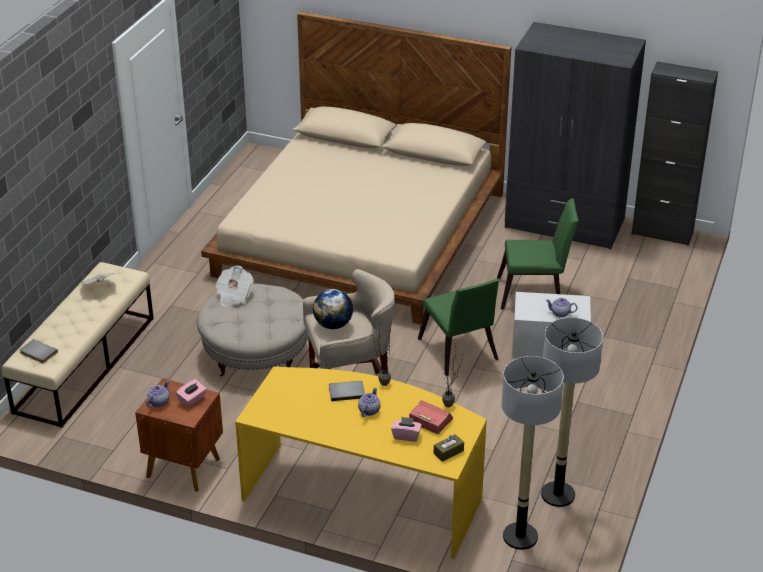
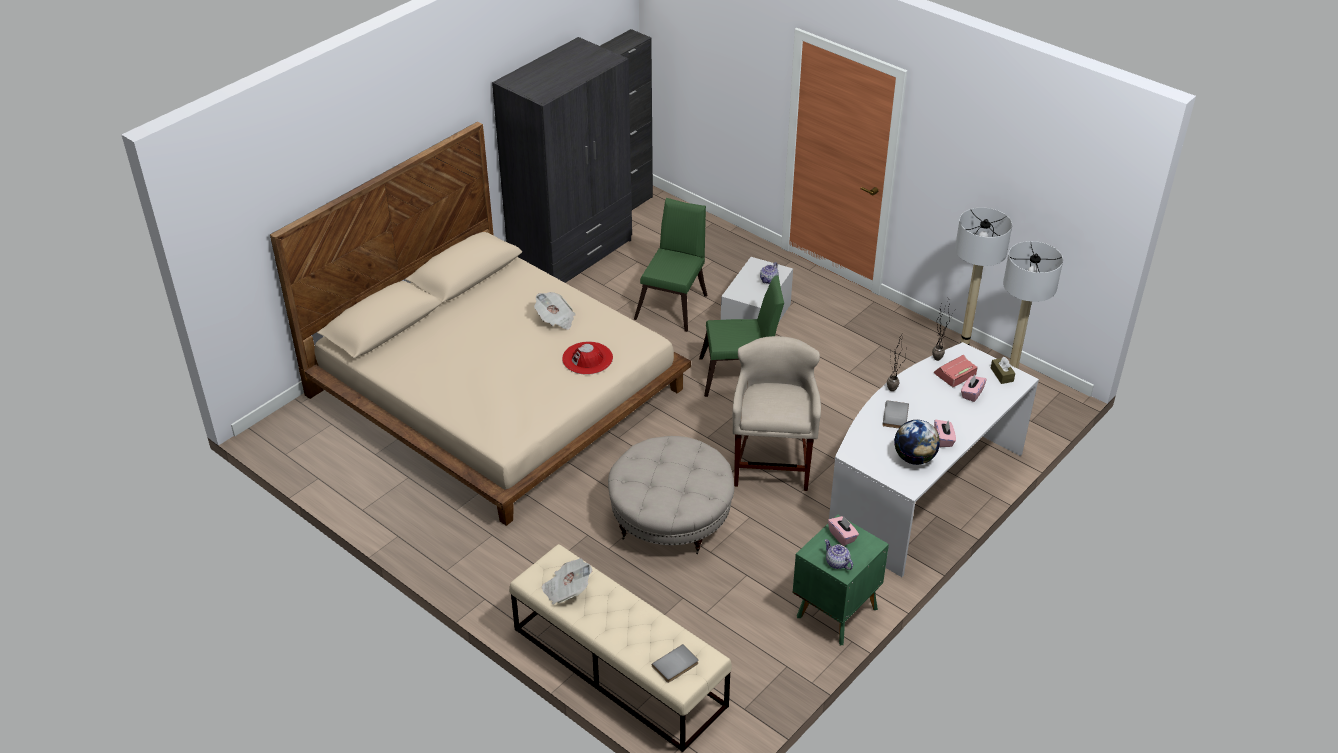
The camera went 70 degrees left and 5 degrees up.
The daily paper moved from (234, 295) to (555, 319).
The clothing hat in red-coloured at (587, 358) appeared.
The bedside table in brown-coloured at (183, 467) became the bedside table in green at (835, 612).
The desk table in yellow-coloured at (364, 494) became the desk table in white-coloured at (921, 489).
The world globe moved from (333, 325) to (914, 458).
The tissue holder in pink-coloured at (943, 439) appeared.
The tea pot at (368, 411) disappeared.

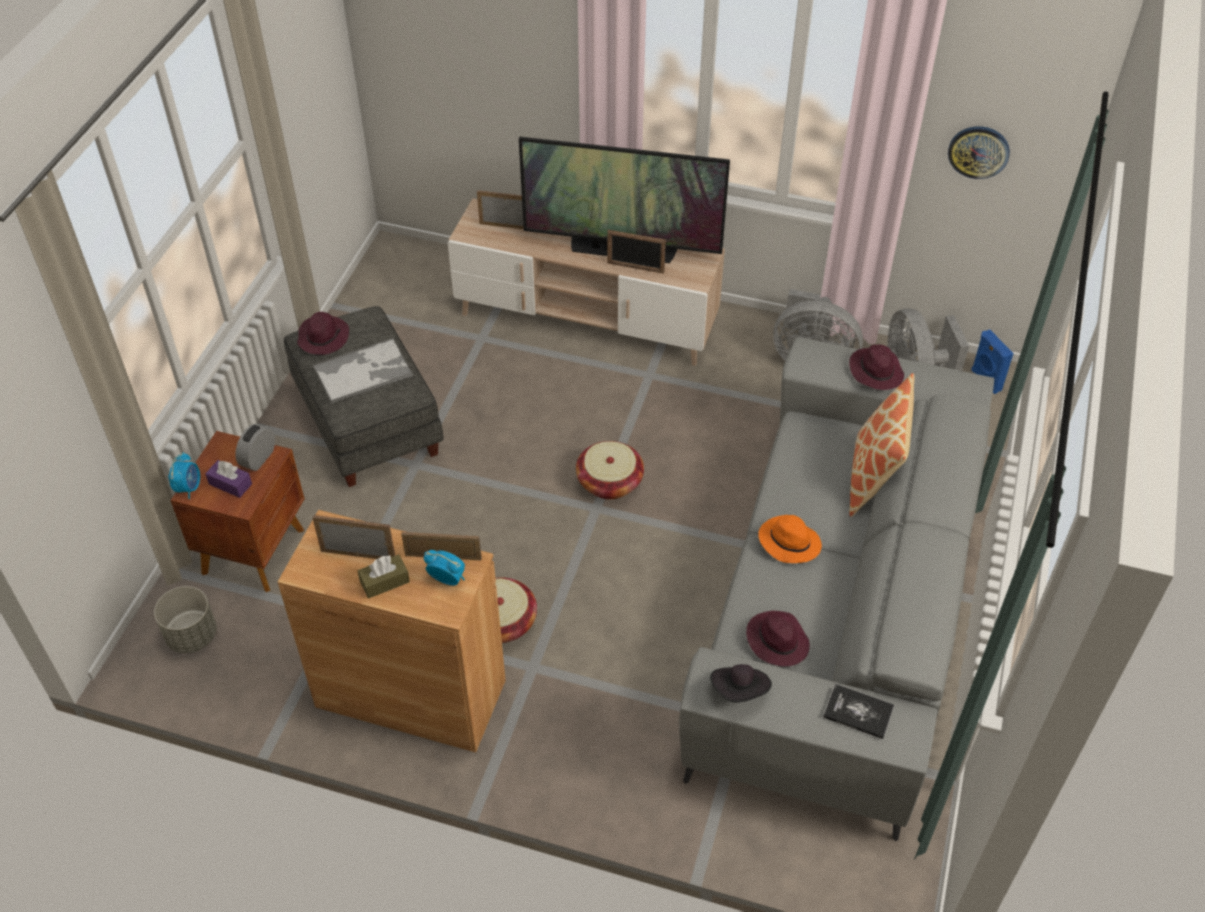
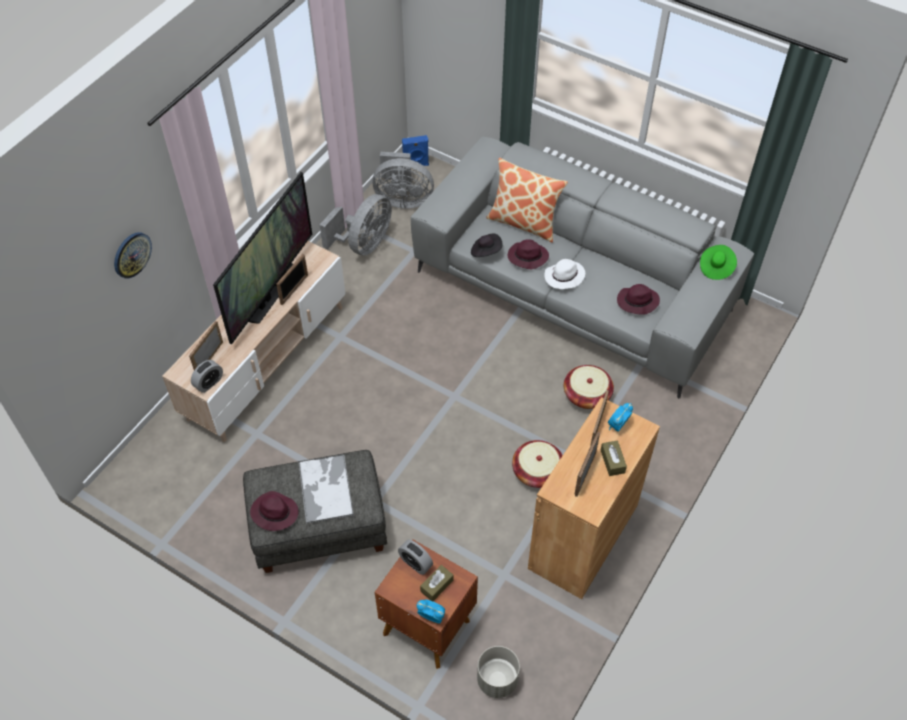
The camera went 75 degrees left and 5 degrees up.
The hanging clock moved from (978, 151) to (131, 254).
The bedside clock at (209, 383) appeared.
The tissue holder in purplish at (230, 484) became the tissue holder in brown-coloured at (437, 586).
The clothing hat in black moved from (740, 690) to (486, 251).
The clothing hat in purplish moved from (875, 371) to (527, 257).
The clothing hat in orange at (788, 542) became the clothing hat in white-coloured at (564, 277).
The storage basket moved from (609, 482) to (586, 395).
The book at (858, 712) was replaced by the clothing hat in green at (716, 268).

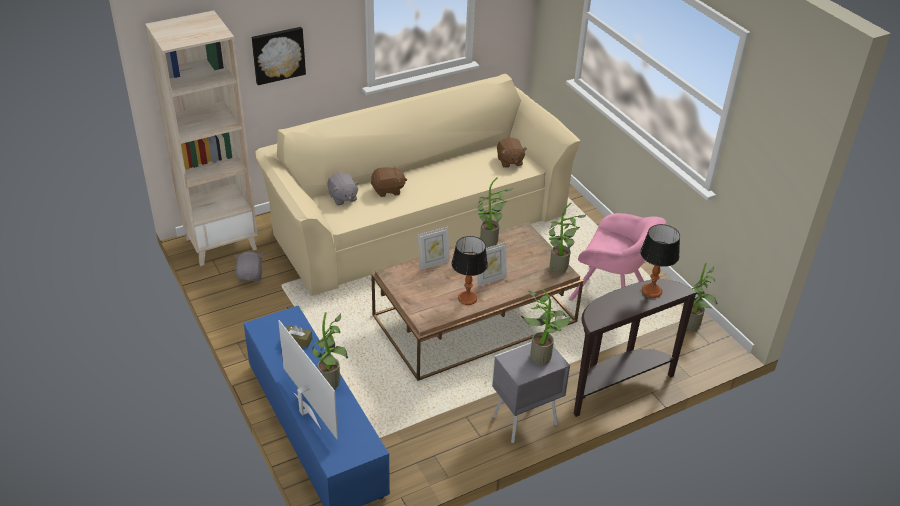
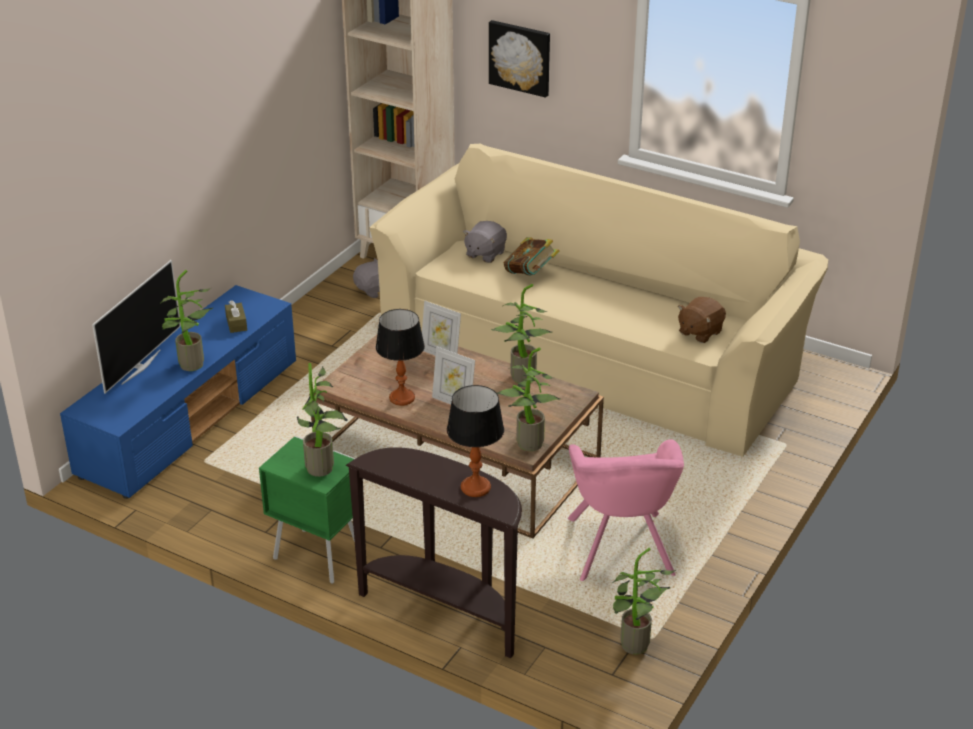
The camera went 60 degrees right and 5 degrees down.
The bedside table in greyish at (523, 420) became the bedside table in green at (317, 555).
The cuddly toy in brown-coloured at (388, 190) was replaced by the book at (531, 274).

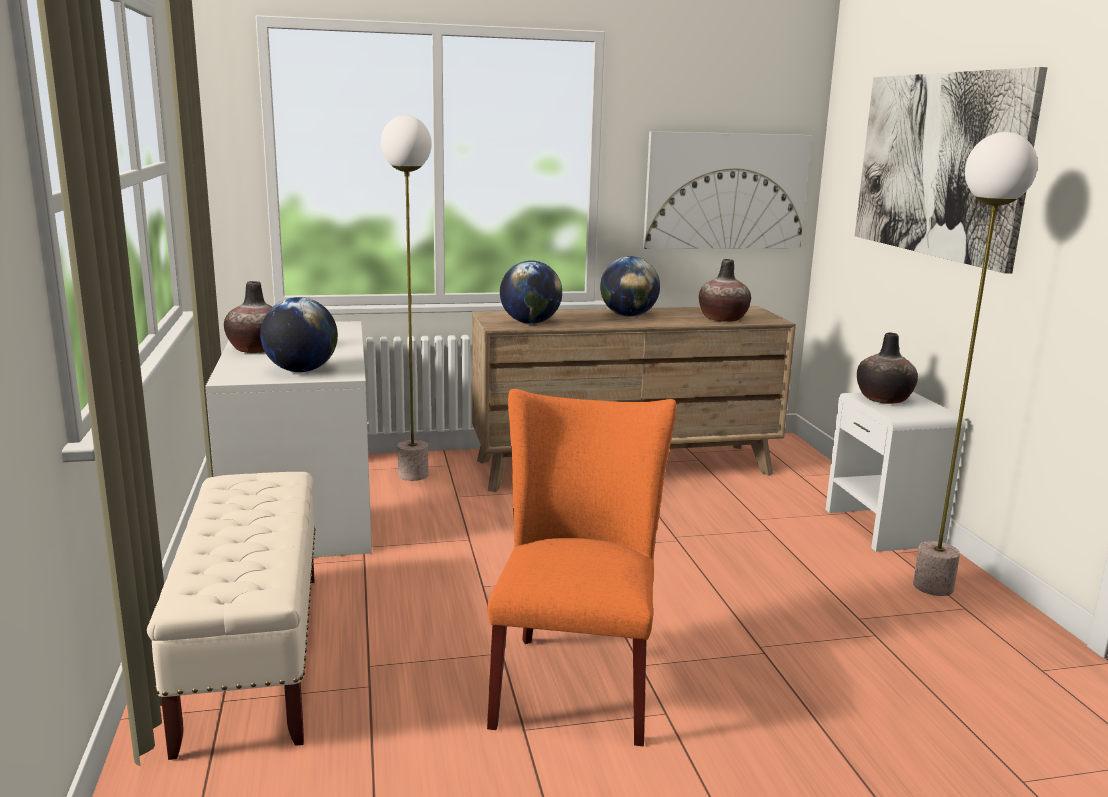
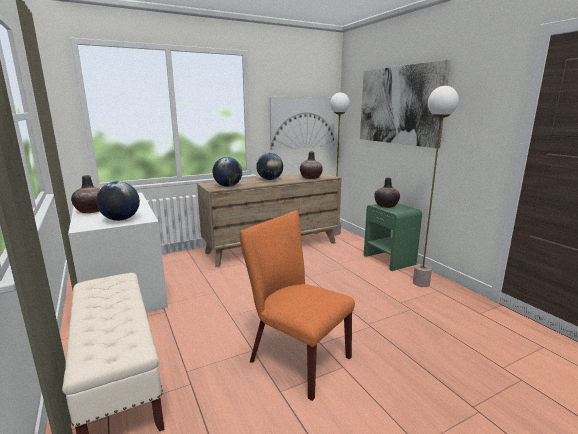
The camera went 15 degrees left and 0 degrees up.
The upright chair in orange at (575, 679) turned 45 degrees counterclockwise.
The standing lamp moved from (413, 475) to (334, 233).
The bedside table in white-coloured at (883, 527) became the bedside table in green at (389, 260).

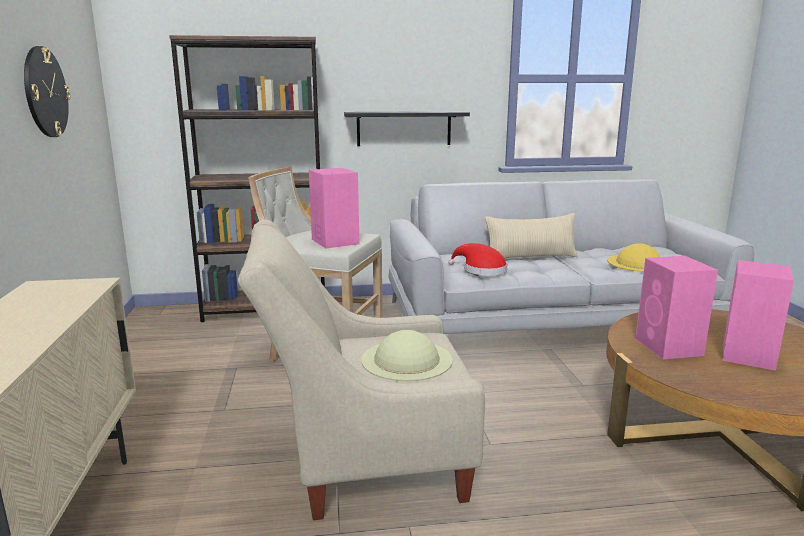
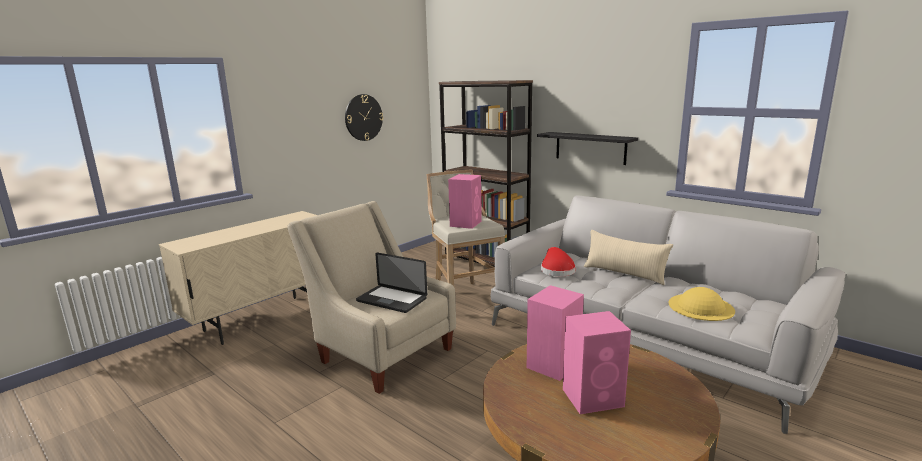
The camera went 50 degrees right and 0 degrees up.
The clothing hat in beige at (406, 360) was replaced by the laptop at (391, 300).

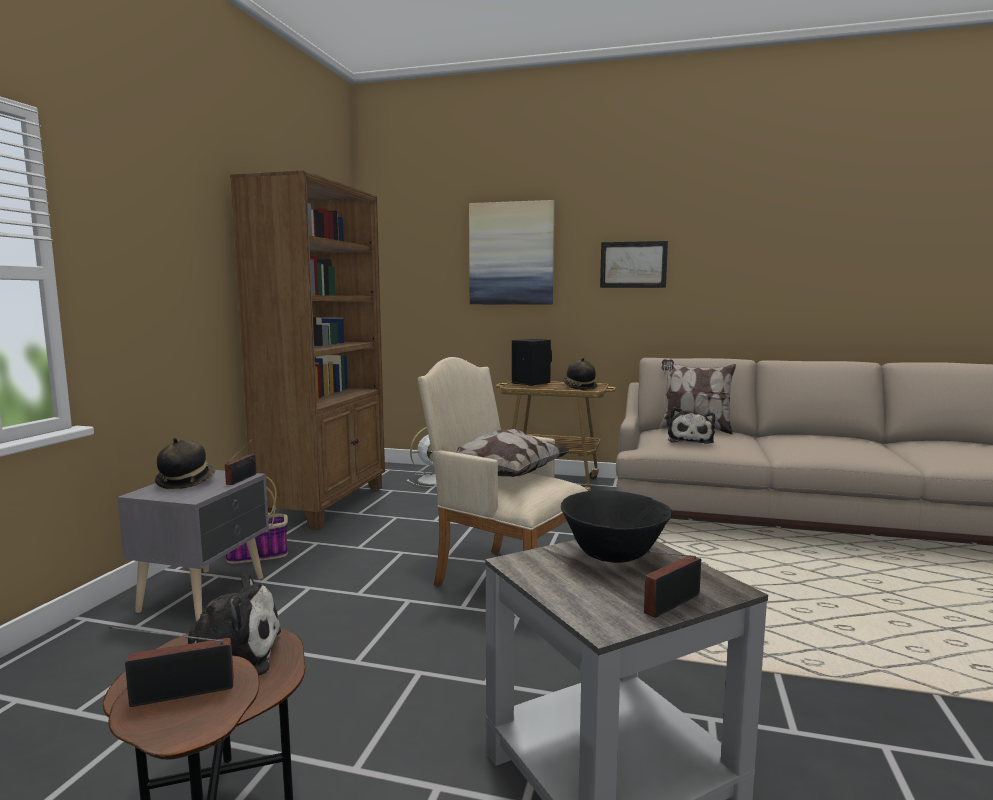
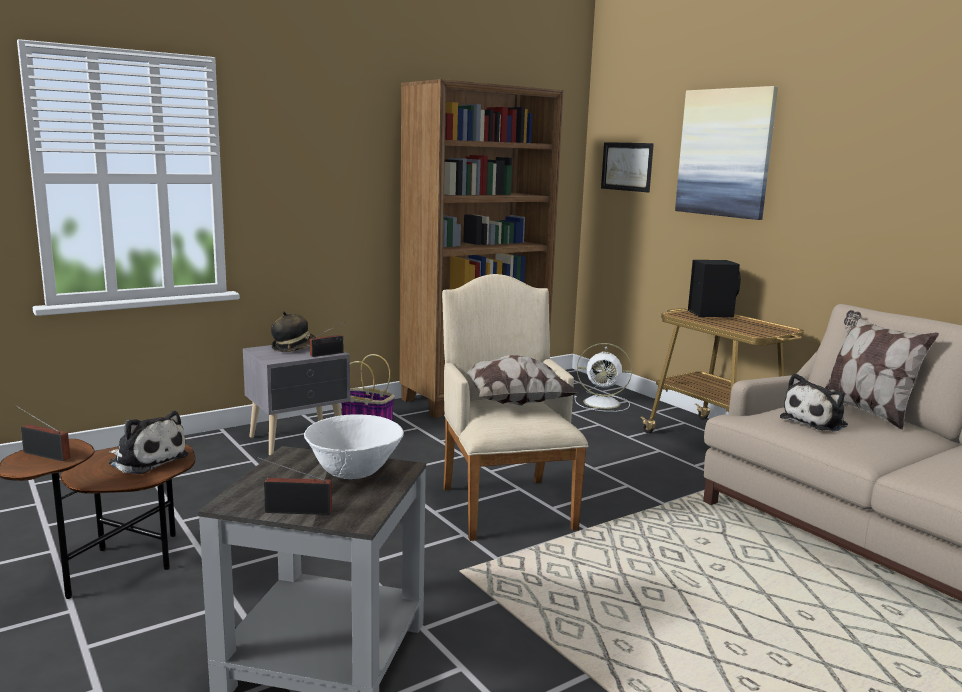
The camera went 40 degrees right and 5 degrees up.
The deep dish in black at (613, 556) became the deep dish in white-coloured at (354, 473).
The wall art moved from (633, 264) to (627, 166).
The clothing hat at (579, 388) disappeared.

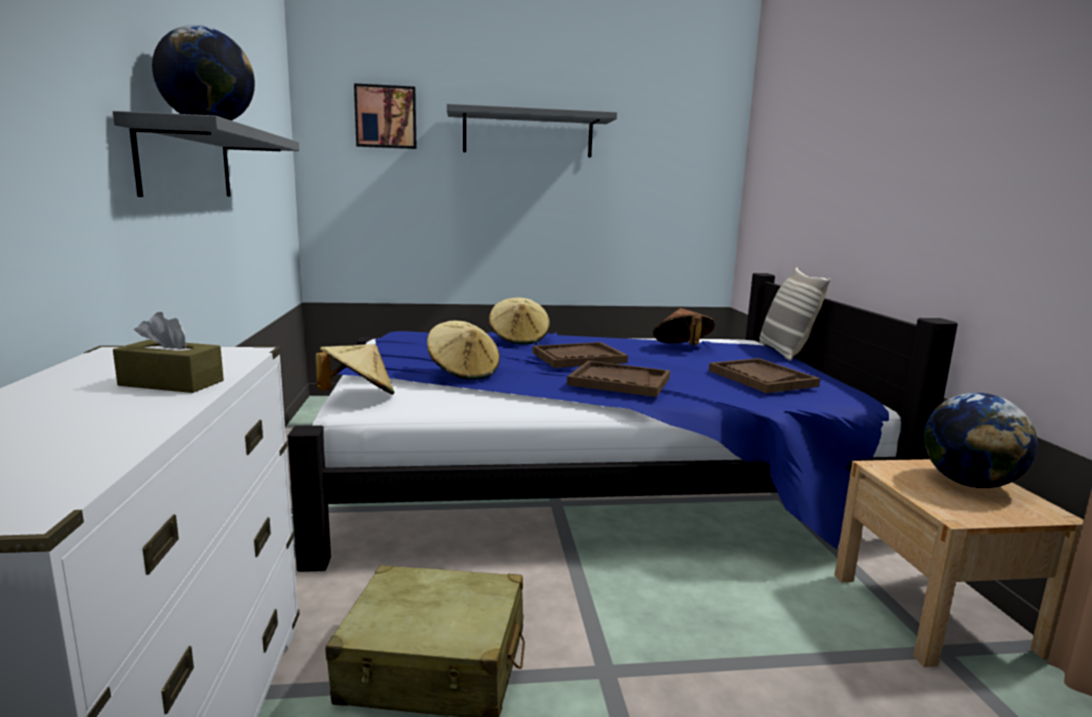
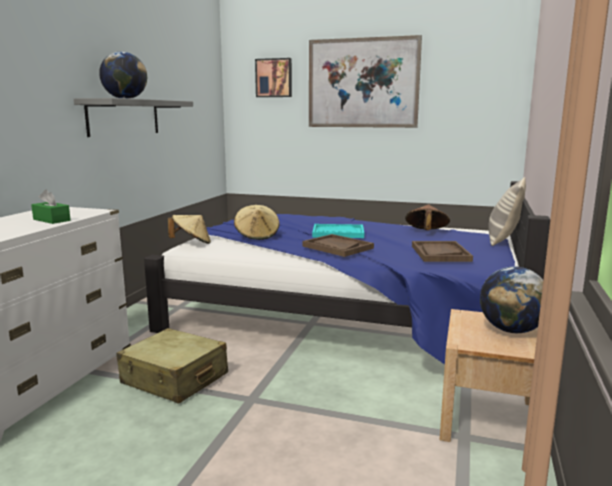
The camera went 25 degrees right and 0 degrees up.
The tissue holder in brown-coloured at (171, 383) became the tissue holder in green at (51, 220).
The wall shelf in greyish at (528, 134) was replaced by the wall art at (362, 83).
The serving tray in brown-coloured at (578, 358) became the serving tray in turquoise-coloured at (338, 233).
The clothing hat in beige at (519, 339) disappeared.

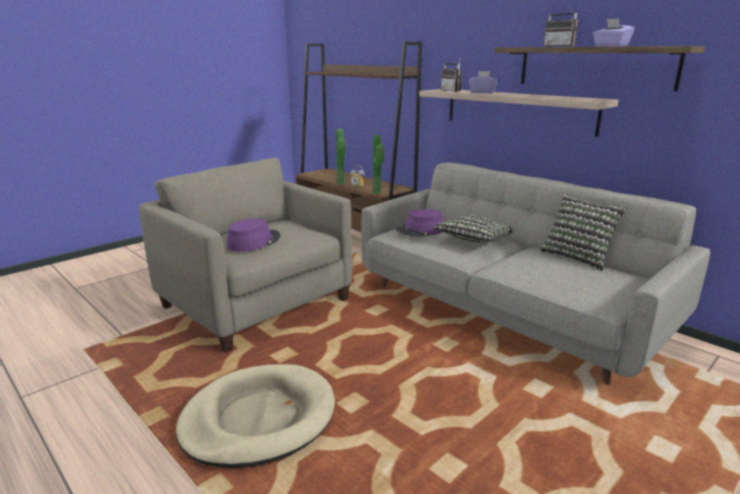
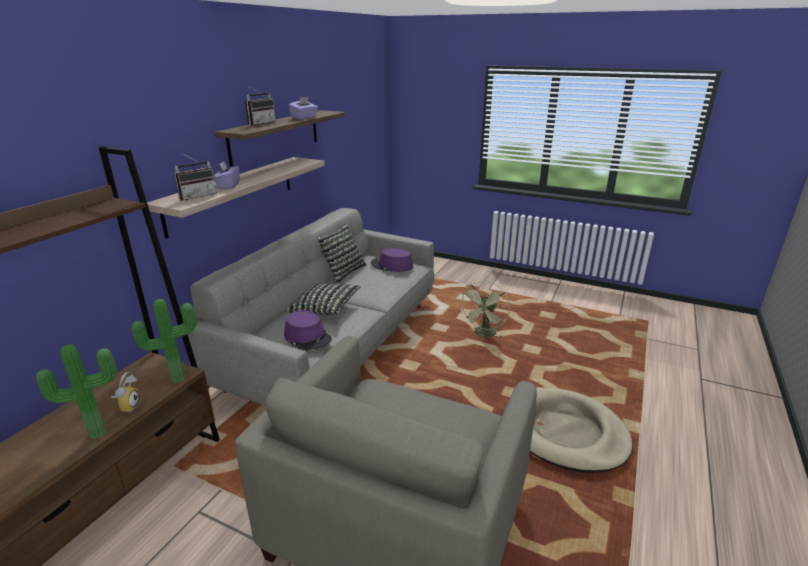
The camera went 110 degrees left and 5 degrees up.
The clothing hat in purplish moved from (253, 241) to (392, 265).
The fan in green at (484, 335) appeared.

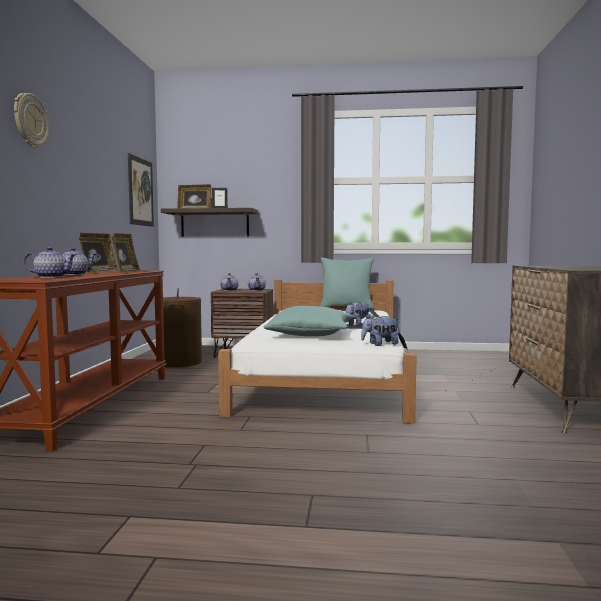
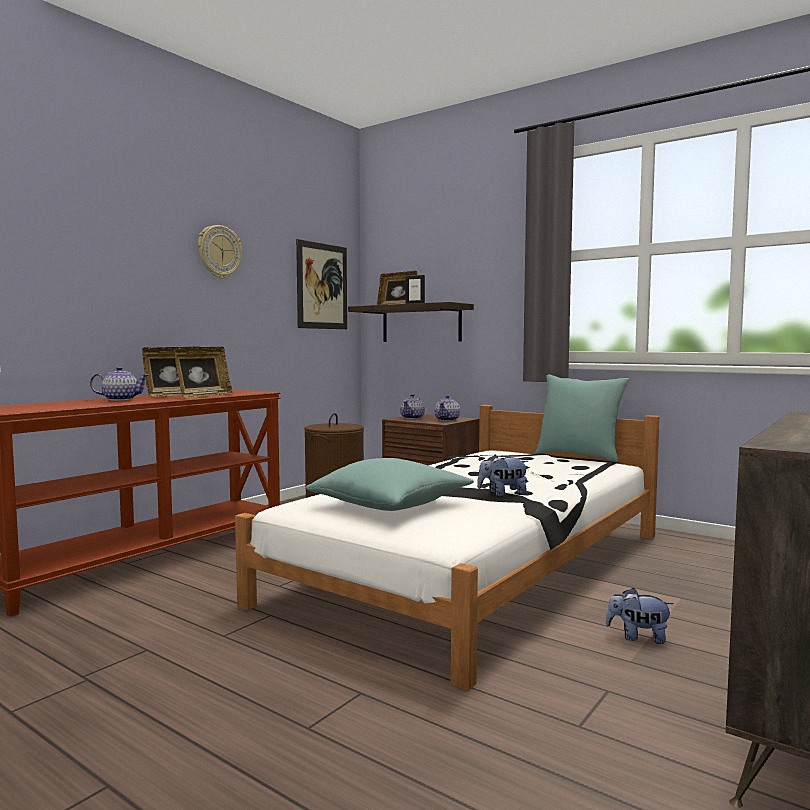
The camera went 30 degrees right and 0 degrees up.
The hanging clock moved from (30, 121) to (219, 252).
The cuddly toy moved from (380, 344) to (638, 637).
The tea pot at (50, 277) disappeared.

